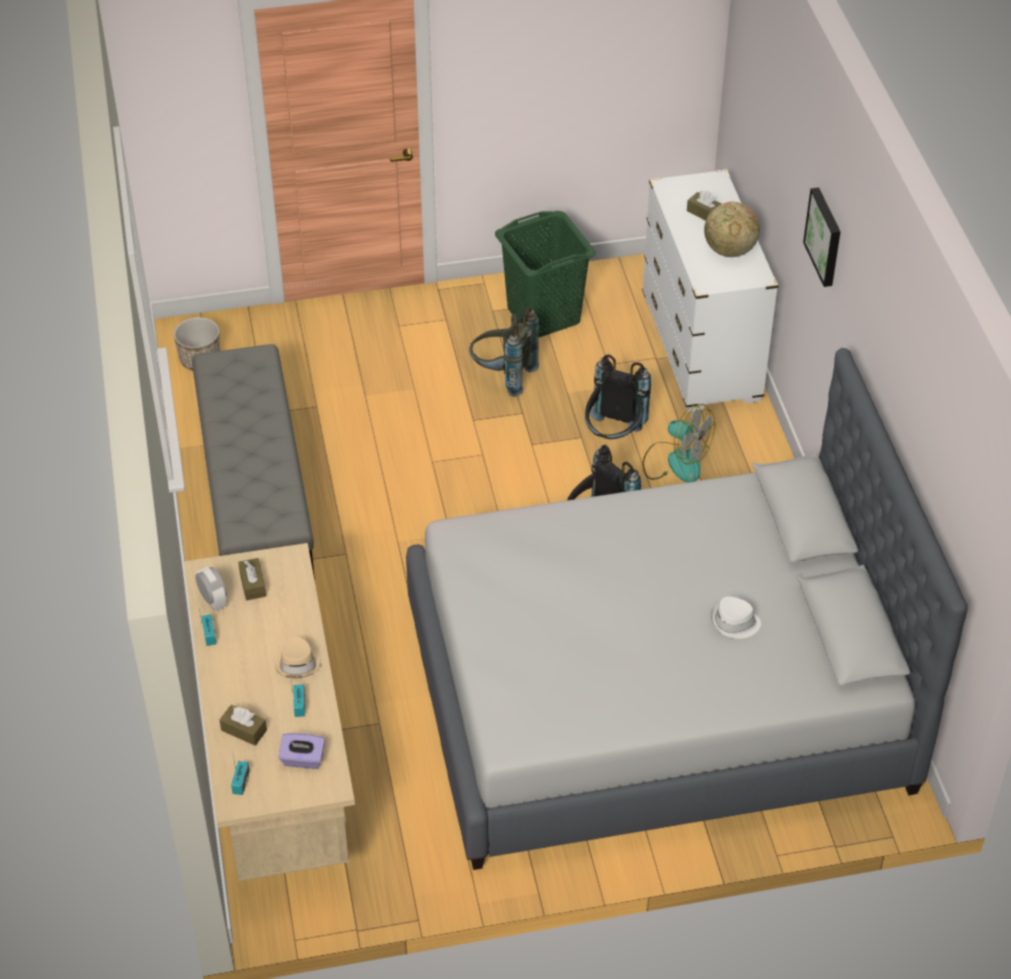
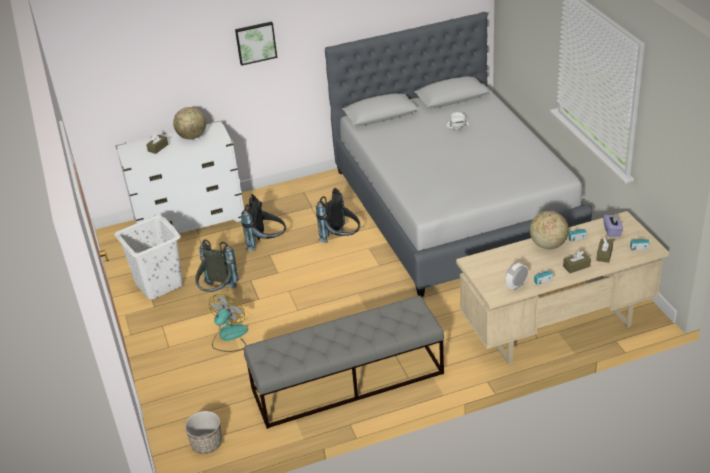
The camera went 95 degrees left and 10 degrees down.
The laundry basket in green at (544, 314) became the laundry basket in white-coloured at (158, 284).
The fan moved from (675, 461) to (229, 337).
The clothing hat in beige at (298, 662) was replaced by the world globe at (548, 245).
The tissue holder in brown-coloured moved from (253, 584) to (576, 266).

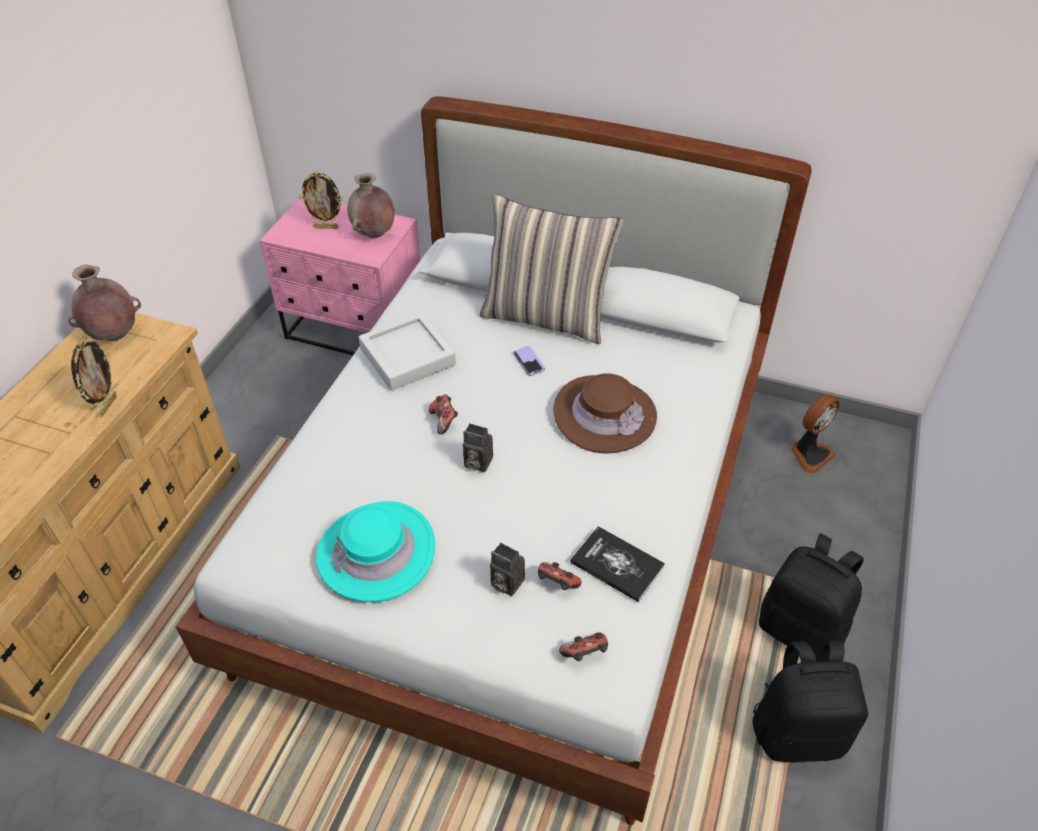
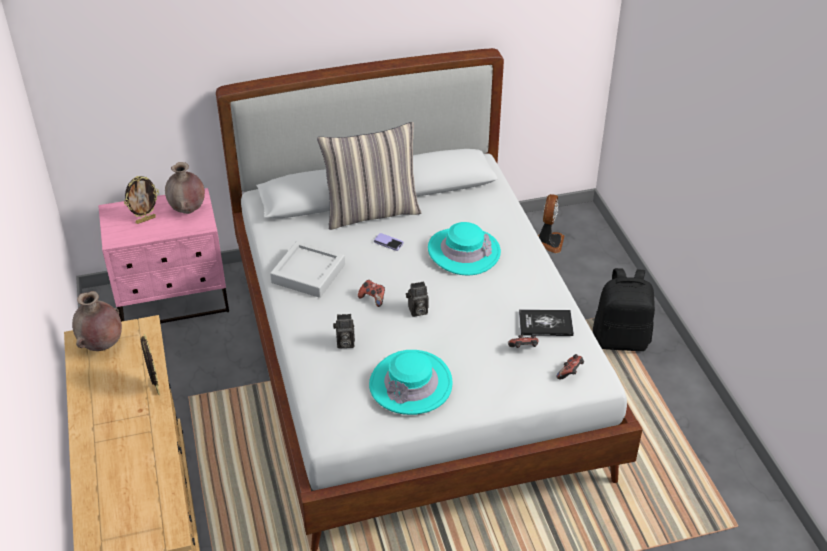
The camera went 35 degrees left and 5 degrees down.
The still camera moved from (505, 583) to (344, 343).
The clothing hat in brown-coloured at (604, 415) became the clothing hat in turquoise-coloured at (463, 251).
The rucksack in black at (797, 731) disappeared.

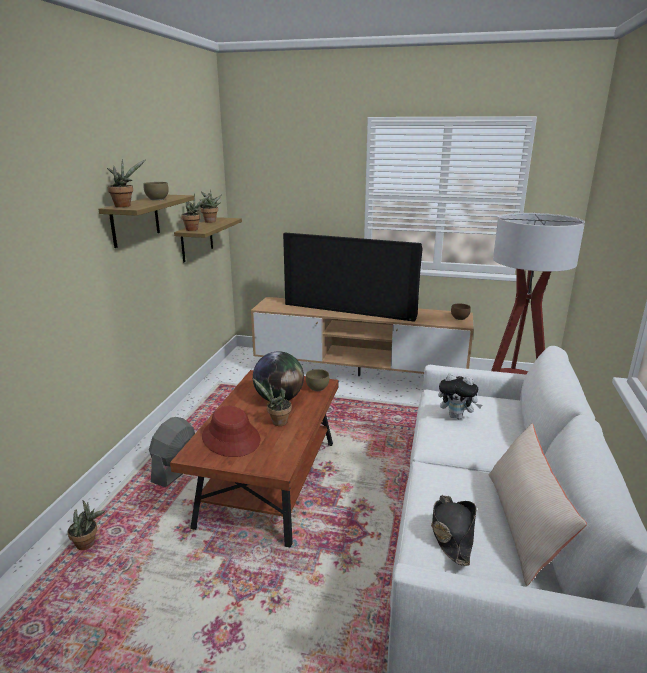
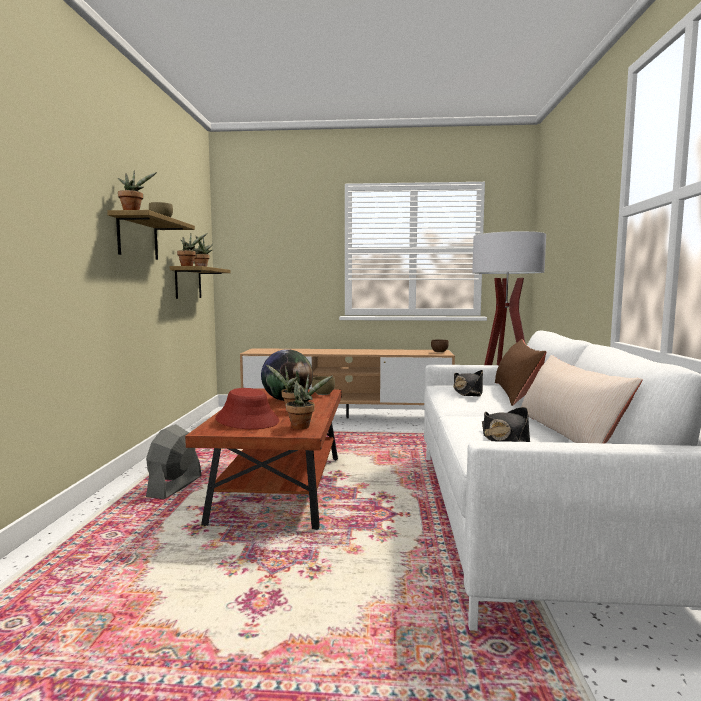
The camera went 10 degrees left and 15 degrees down.
The houseplant moved from (88, 544) to (303, 426).
The cuddly toy at (457, 416) was replaced by the clothing hat in black at (468, 392).
The throw pillow in brown-coloured at (516, 393) appeared.
The television at (350, 310) disappeared.

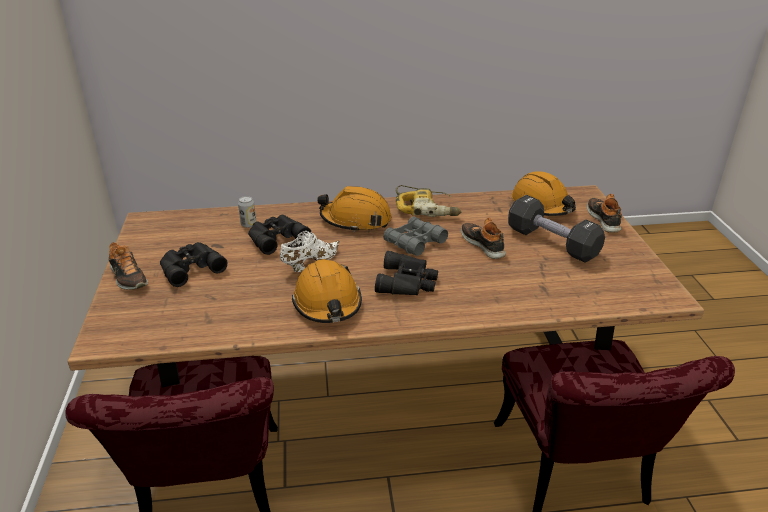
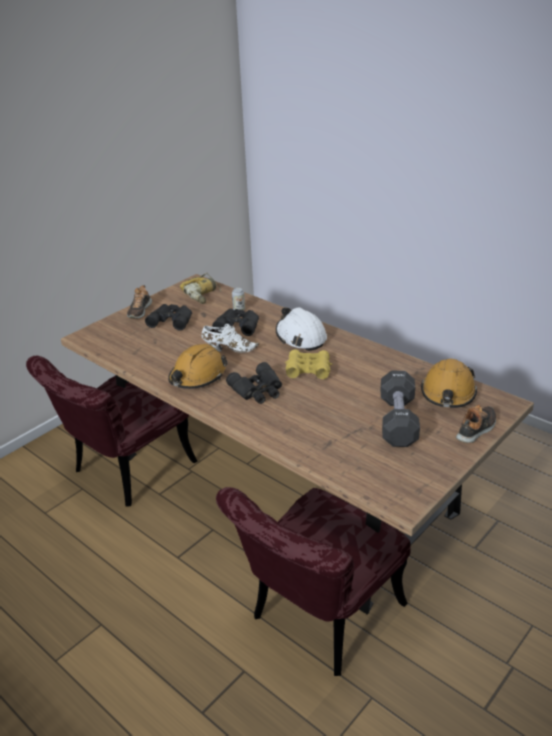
The camera went 50 degrees right and 0 degrees up.
The electric drill moved from (427, 208) to (203, 293).
The hard hat in orange at (356, 220) became the hard hat in white-coloured at (300, 337).
The pair of binoculars in greyish at (415, 242) became the pair of binoculars in yellow-coloured at (308, 369).
The shoe at (483, 245) disappeared.

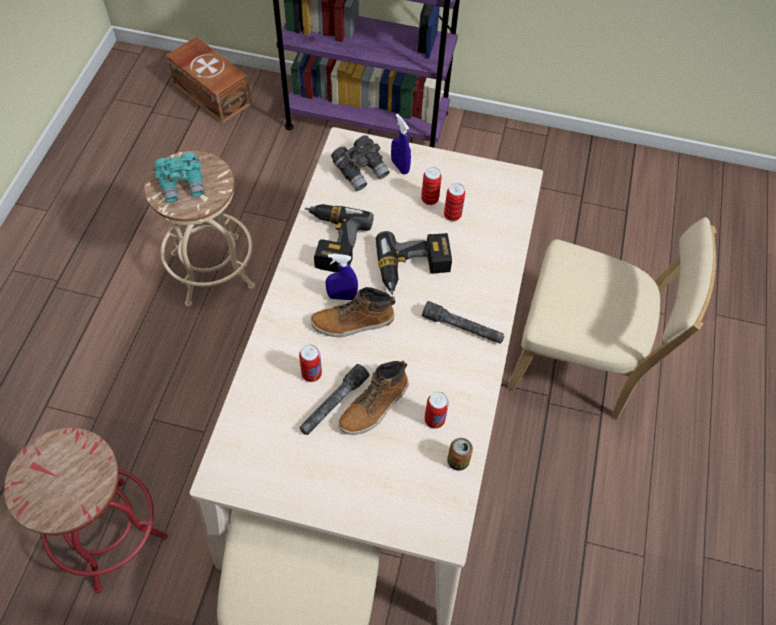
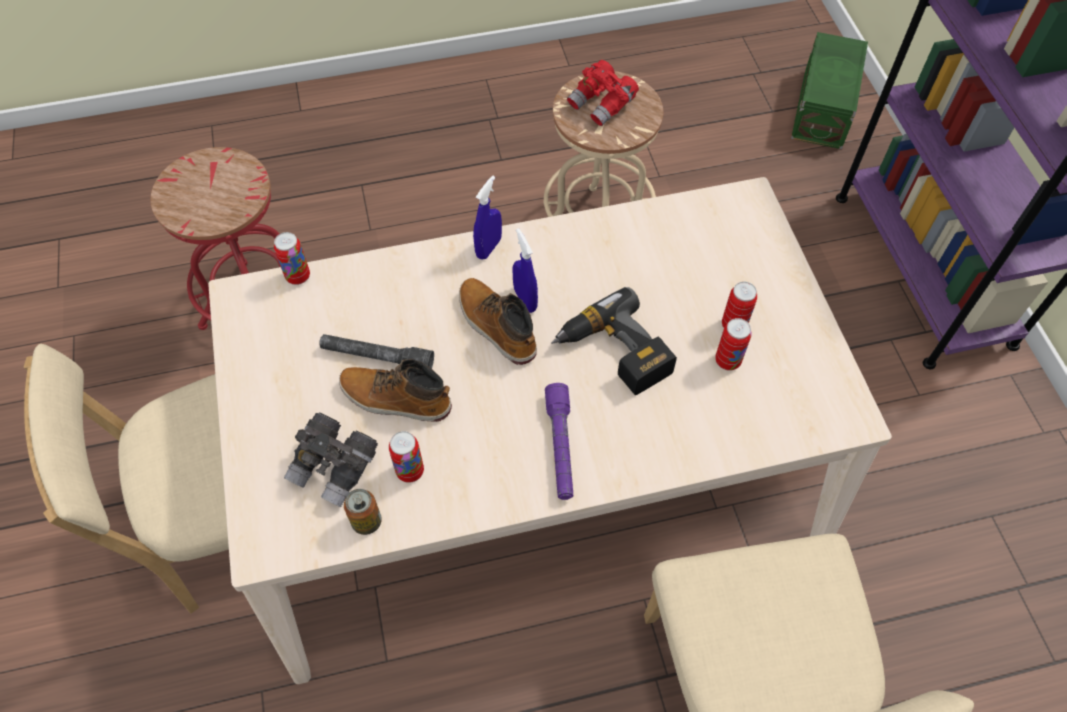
The camera went 65 degrees right and 0 degrees up.
The can moved from (311, 374) to (298, 276).
The pair of binoculars in greyish moved from (361, 171) to (335, 467).
The spray bottle in blue-coloured moved from (400, 166) to (488, 248).
The torch in greyish at (462, 328) became the torch in purplish at (560, 446).
The pair of binoculars in turquoise-coloured at (182, 184) became the pair of binoculars in red-coloured at (602, 104).
The storage box in brown-coloured at (212, 93) became the storage box in green at (824, 108).
The electric drill at (332, 241) disappeared.

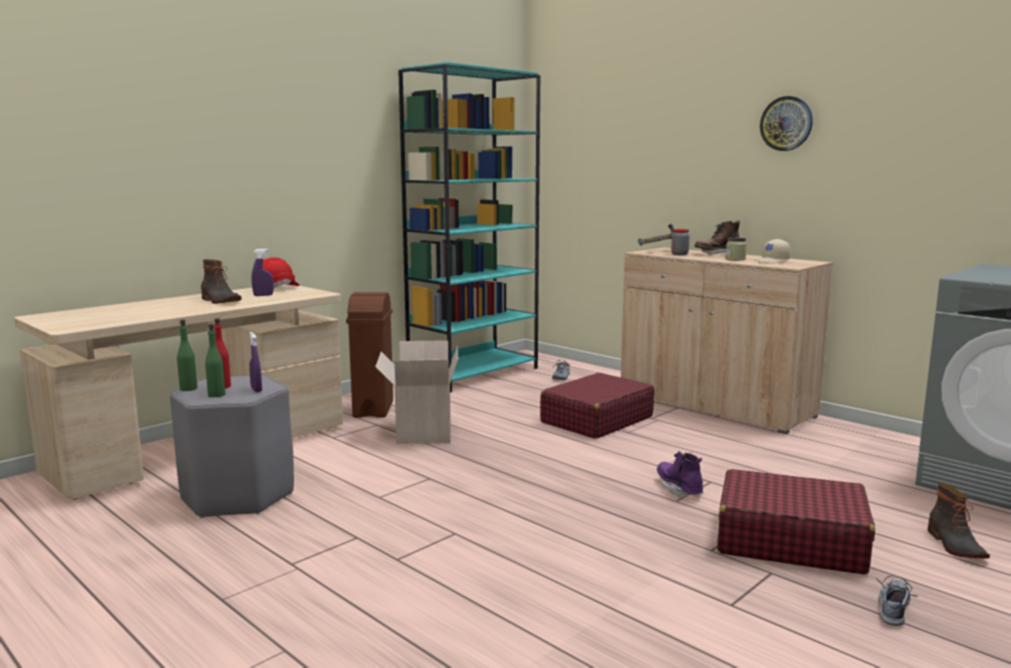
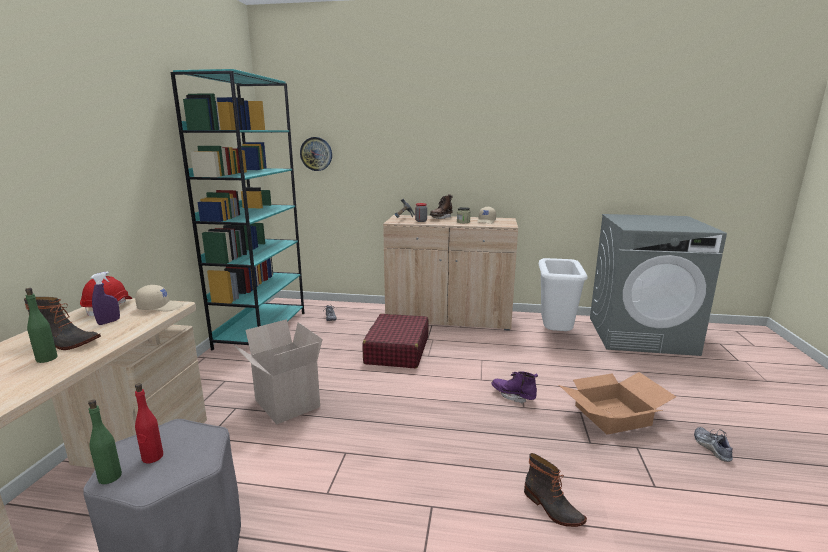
The camera went 35 degrees left and 5 degrees up.
The bottle in green moved from (216, 395) to (46, 359).
The cap in beige at (160, 307) appeared.
The hanging clock moved from (786, 123) to (316, 154).
The tall boot moved from (954, 545) to (552, 508).
The trash can in white-coloured at (555, 335) appeared.
The travel case in red-coloured at (789, 540) was replaced by the packing box at (612, 416).
The spray bottle in purplish at (256, 390) disappeared.
The trash can in brown-coloured at (373, 409) disappeared.

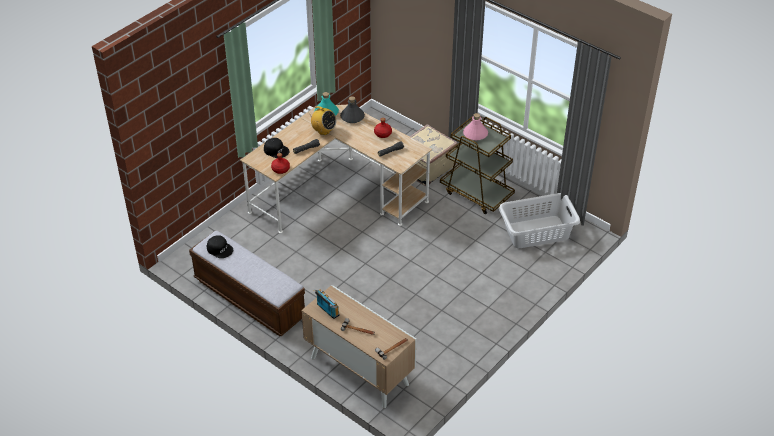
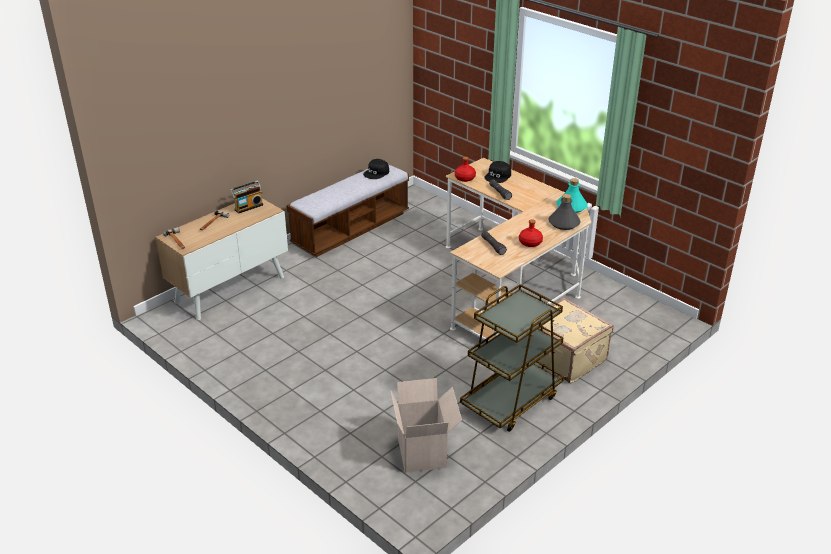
The camera went 95 degrees right and 10 degrees down.
The laundry basket in greyish at (537, 232) was replaced by the packing box at (423, 453).
The radio receiver at (323, 131) disappeared.
The bottle in pink-coloured at (475, 134) disappeared.

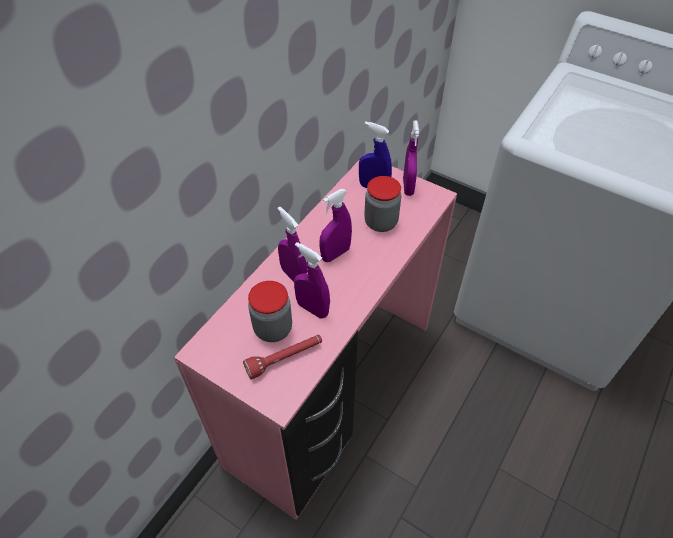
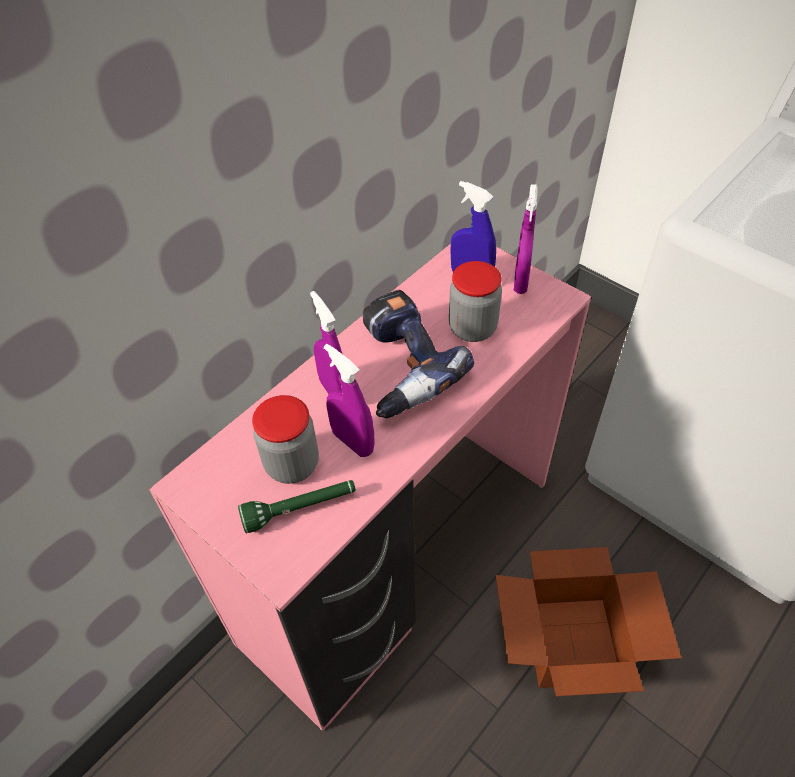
The camera went 10 degrees right and 0 degrees up.
The torch in red-coloured at (285, 359) became the torch in green at (300, 509).
The spray bottle in purplish at (335, 254) was replaced by the electric drill at (399, 367).
The packing box at (575, 644) appeared.

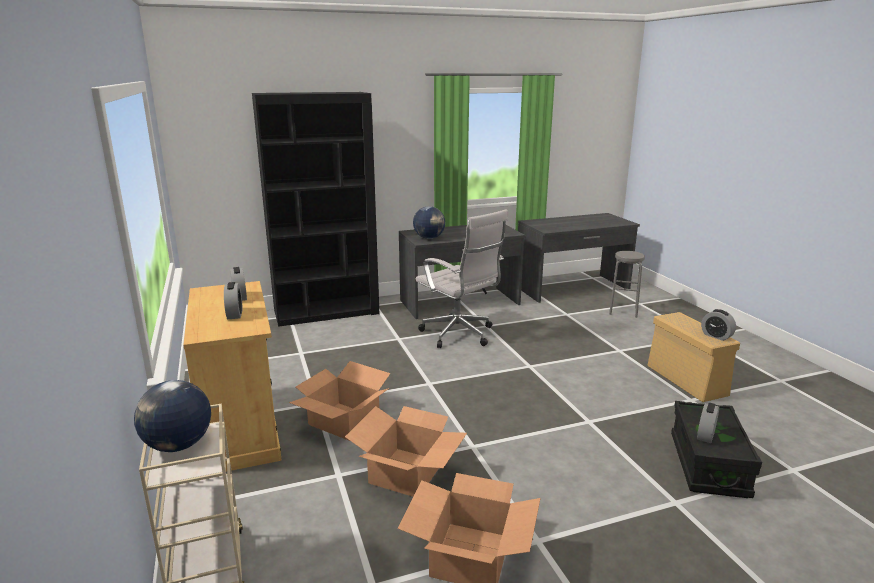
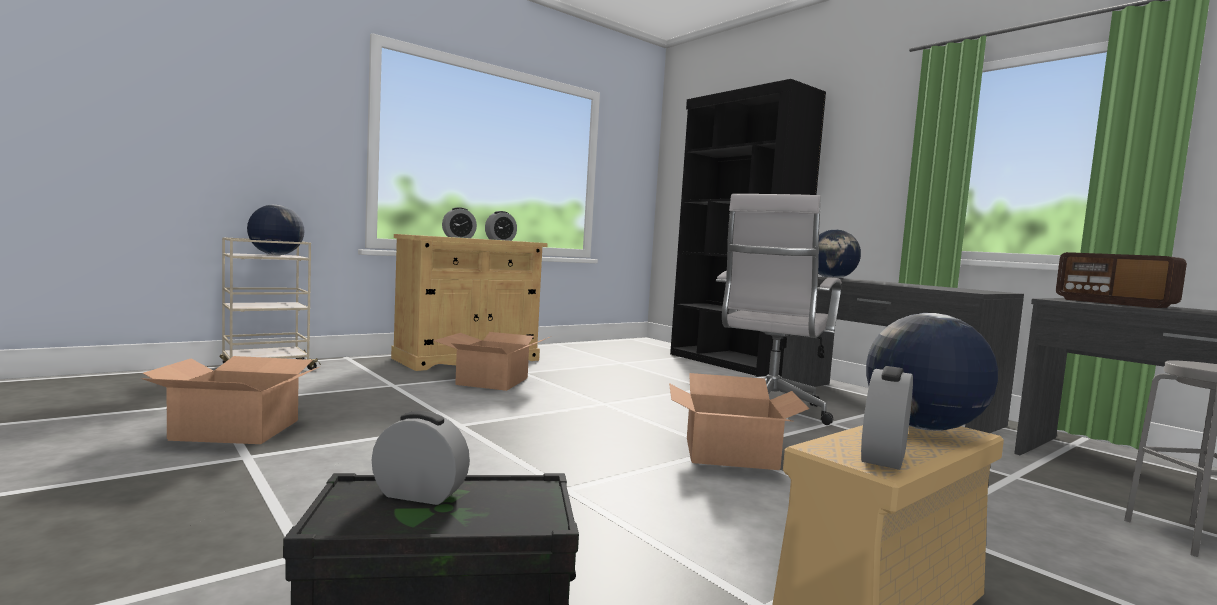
The camera went 70 degrees right and 15 degrees down.
The packing box moved from (407, 472) to (731, 454).
The world globe at (922, 428) appeared.
The radio receiver at (1114, 303) appeared.

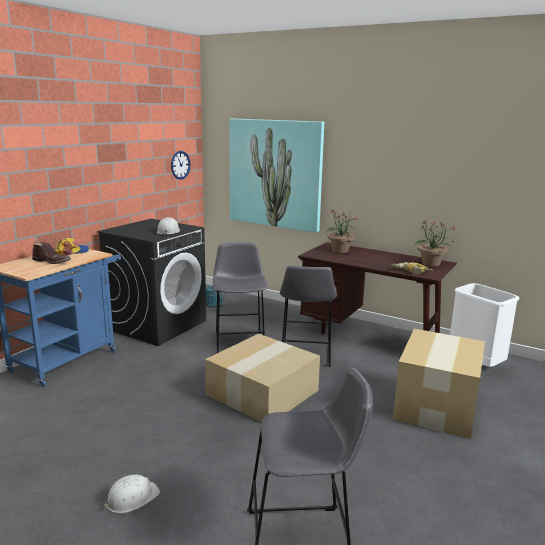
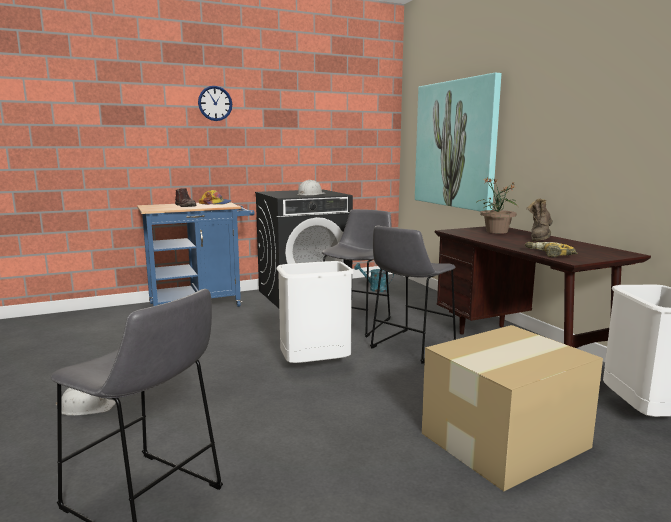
The camera went 35 degrees right and 5 degrees down.
The hanging clock moved from (180, 165) to (215, 103).
The packing box at (262, 391) was replaced by the trash can in white-coloured at (315, 365).
The tall boot in brown-coloured at (539, 238) appeared.
The houseplant at (431, 264) disappeared.

